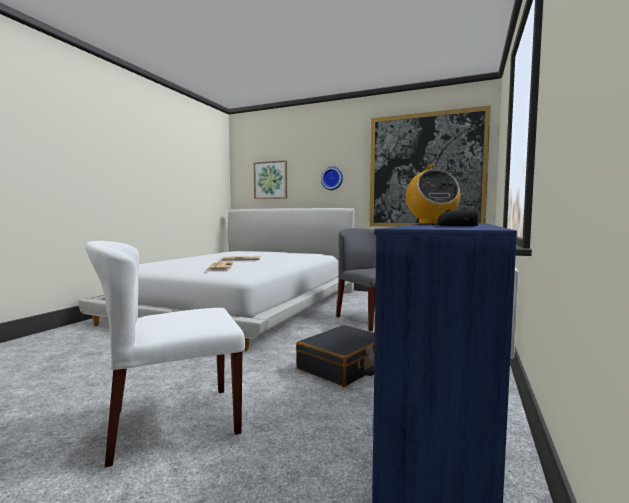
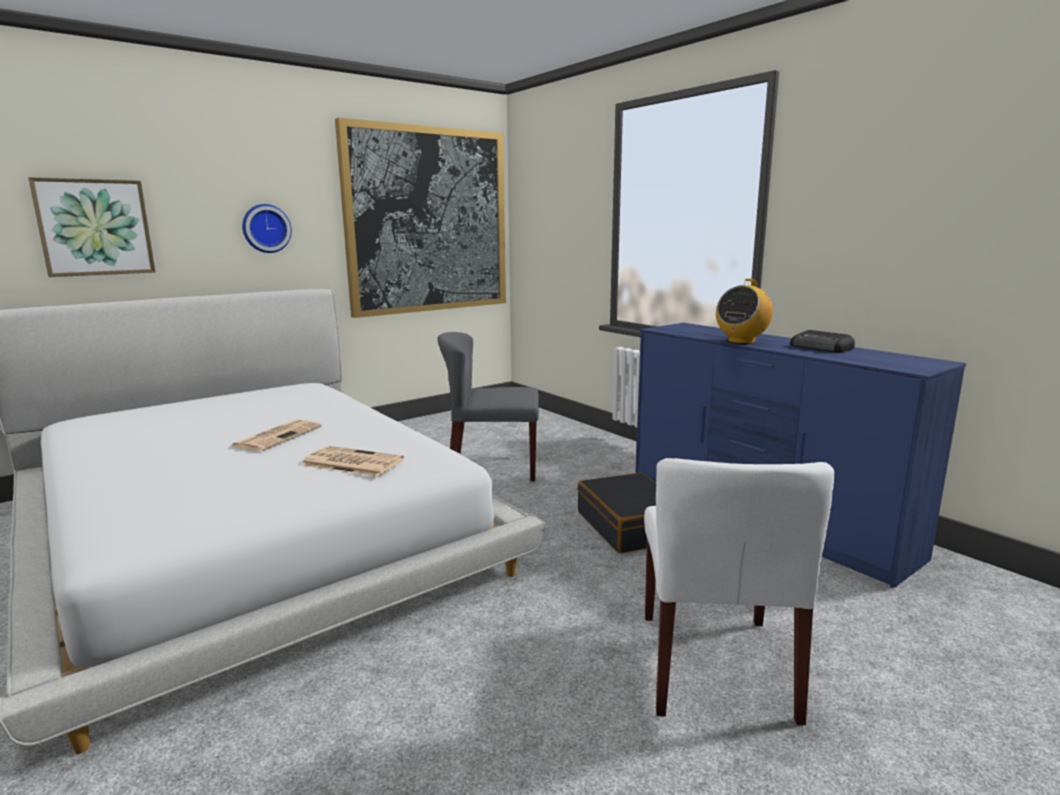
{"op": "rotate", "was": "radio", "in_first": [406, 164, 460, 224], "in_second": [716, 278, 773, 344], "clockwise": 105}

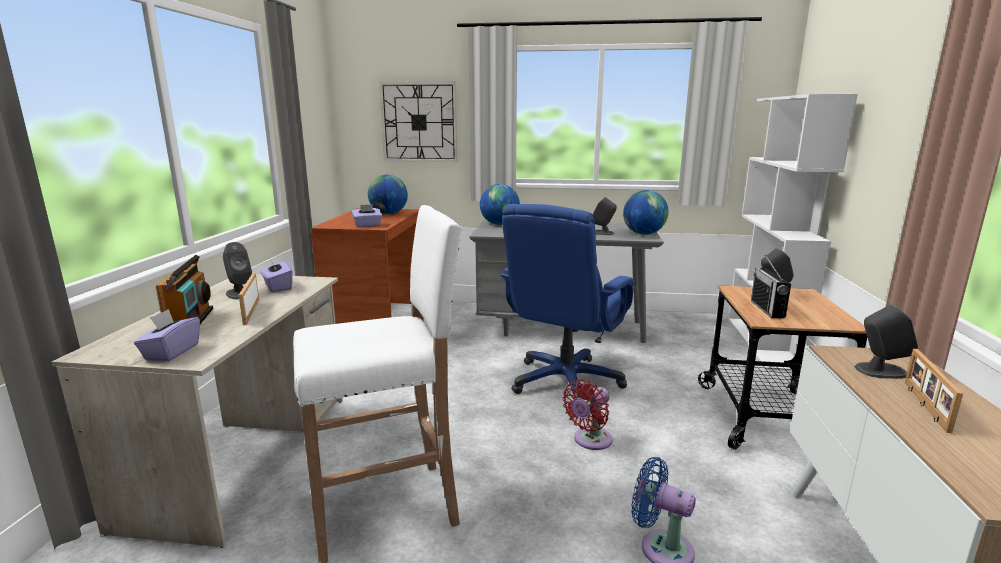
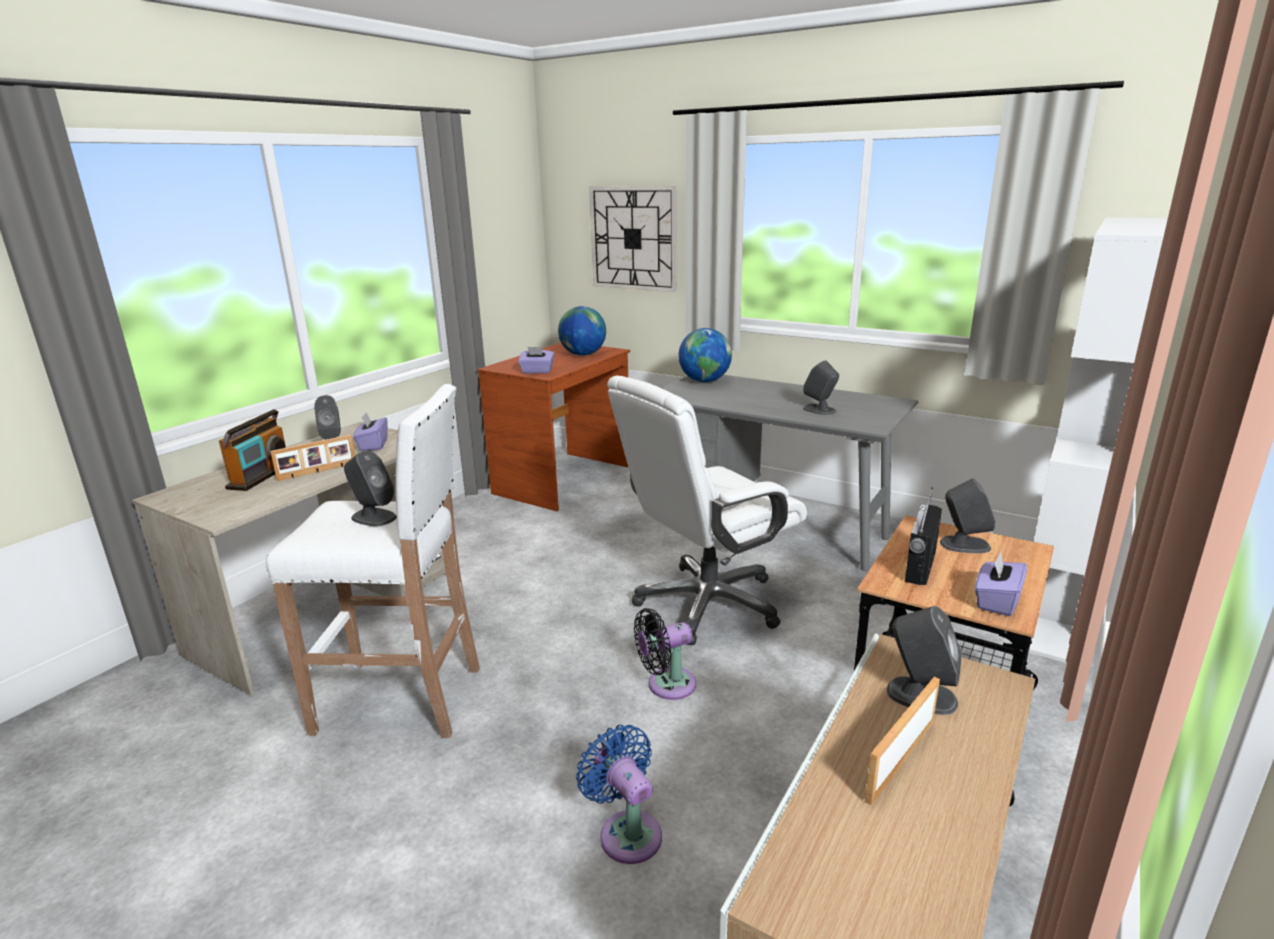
{"op": "move", "was": "pudełko chusteczek [fioletowy]", "in_first": [134, 309, 200, 362], "in_second": [975, 552, 1027, 616]}
{"op": "rotate", "was": "ramka na zdjęcie", "in_first": [239, 273, 259, 325], "in_second": [270, 435, 355, 481], "clockwise": -135}
{"op": "recolor", "was": "krzesło biurowe [niebieski]", "now": "krzesło biurowe [biały]", "in_first": [501, 204, 634, 397], "in_second": [607, 375, 807, 645]}
{"op": "recolor", "was": "wentylator [czerwony]", "now": "wentylator [czarny]", "in_first": [562, 379, 613, 450], "in_second": [634, 608, 696, 700]}
{"op": "delete", "was": "globus", "in_first": [623, 190, 669, 235]}
{"op": "insert", "now": "głośnik [szary]", "in_second": [344, 450, 397, 526]}

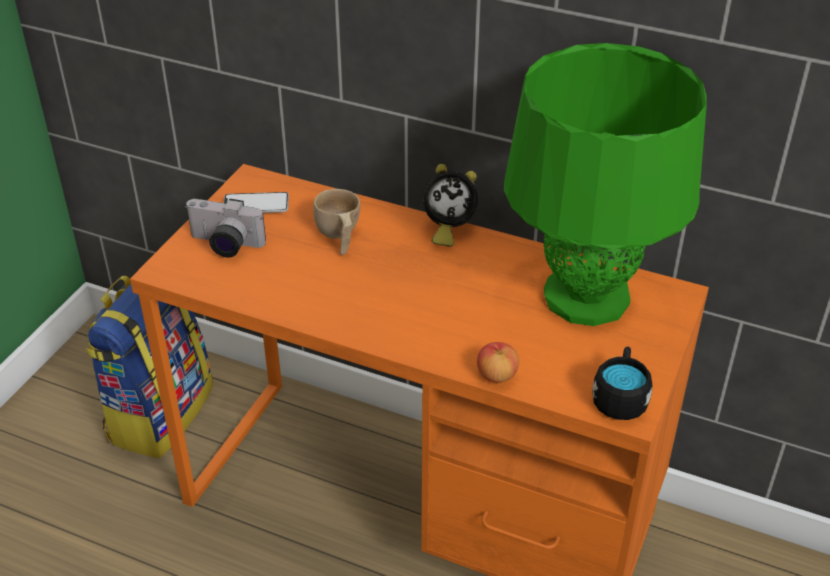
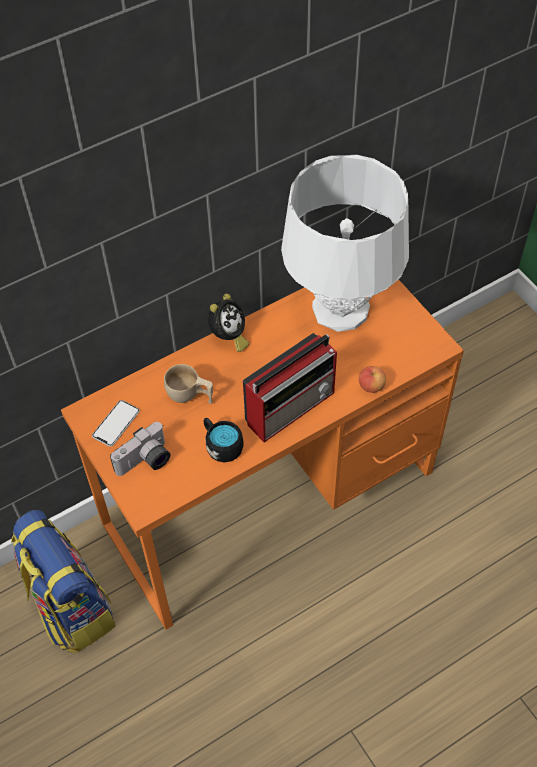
{"op": "recolor", "was": "lampa stołowa [zielony]", "now": "lampa stołowa [biały]", "in_first": [504, 43, 706, 326], "in_second": [281, 155, 409, 332]}
{"op": "move", "was": "kubek [czarny]", "in_first": [592, 347, 652, 420], "in_second": [203, 418, 244, 462]}
{"op": "insert", "now": "radio", "in_second": [243, 333, 337, 443]}

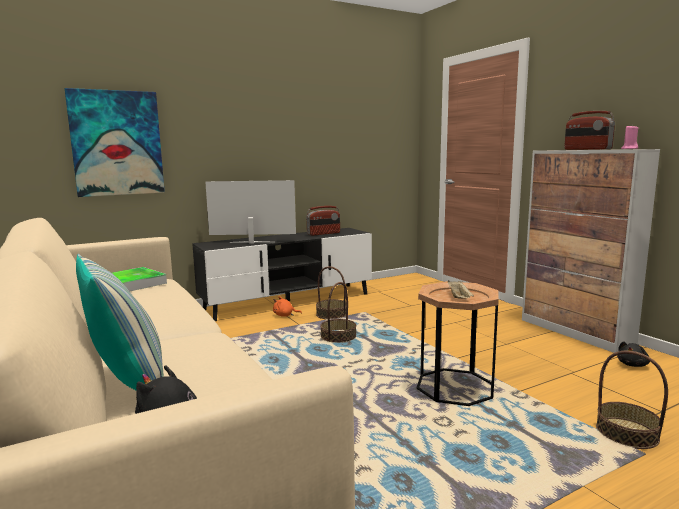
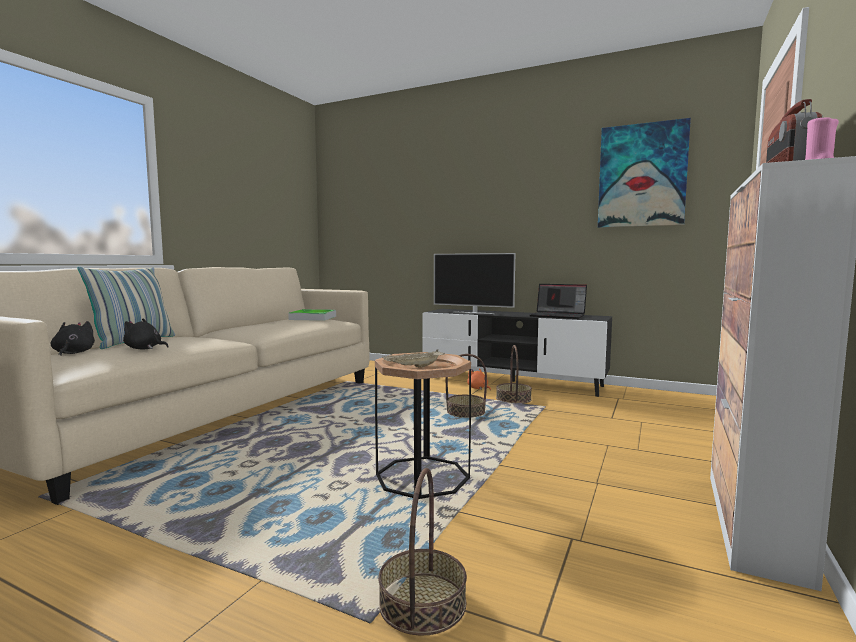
{"op": "move", "was": "obraz", "in_first": [64, 88, 165, 197], "in_second": [598, 118, 691, 228]}
{"op": "rotate", "was": "telewizor", "in_first": [205, 180, 296, 244], "in_second": [434, 253, 515, 314], "clockwise": 150}
{"op": "replace", "was": "radio", "now": "laptop", "in_first": [306, 206, 340, 236], "in_second": [530, 284, 587, 319]}
{"op": "move", "was": "pluszak [czarny]", "in_first": [617, 341, 650, 367], "in_second": [123, 318, 169, 349]}

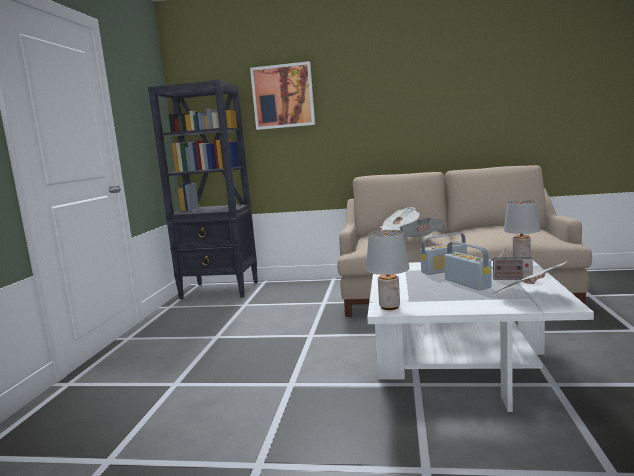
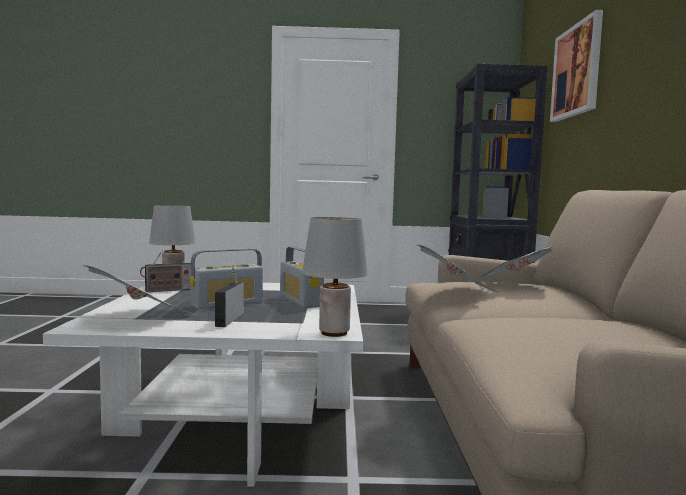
{"op": "insert", "now": "radio", "in_second": [140, 250, 191, 292]}

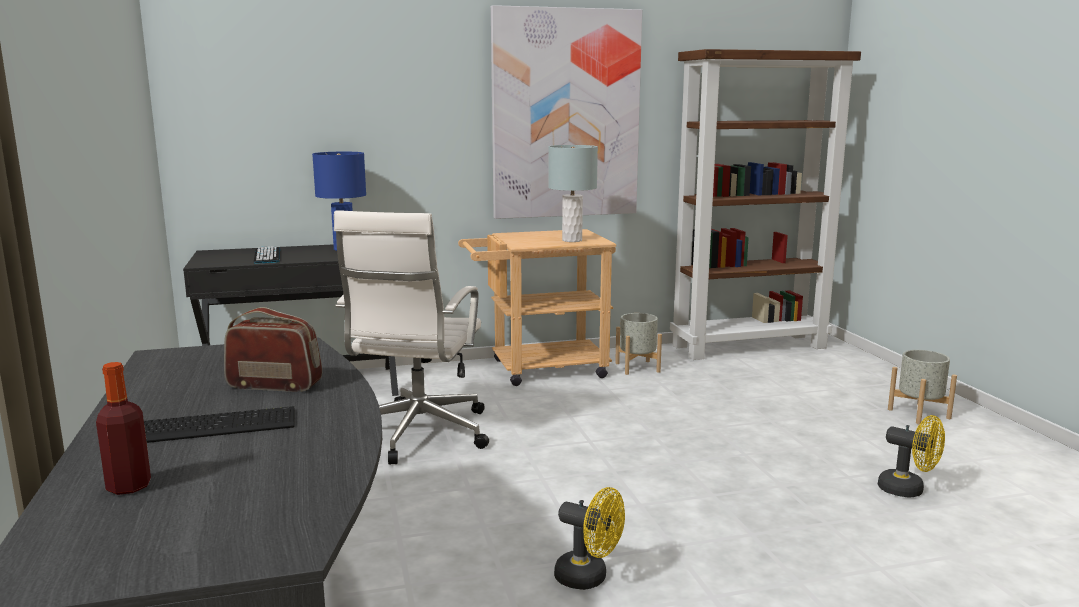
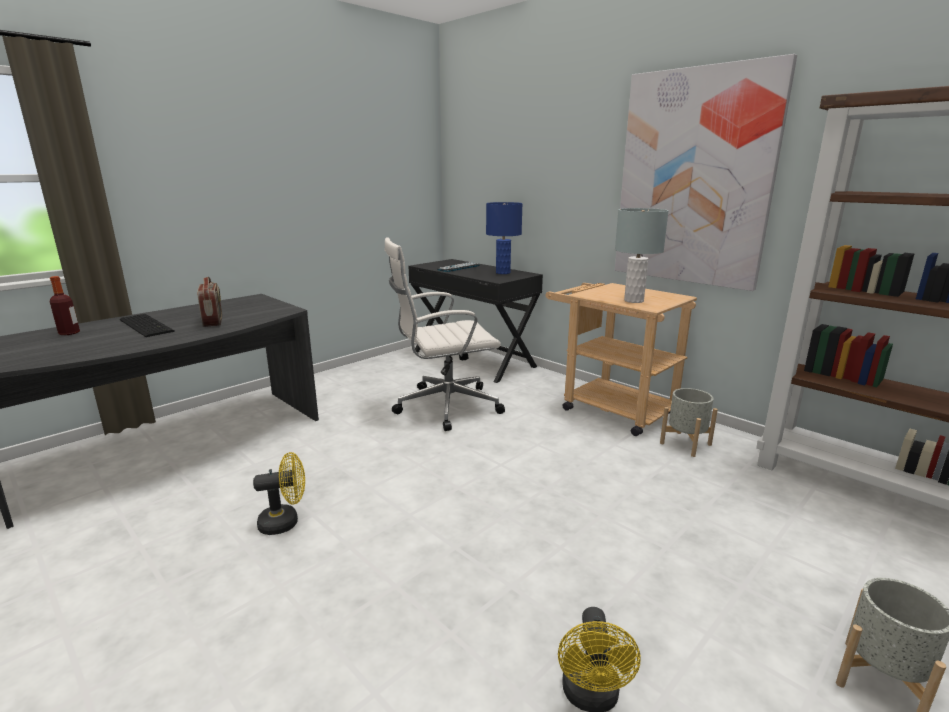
{"op": "rotate", "was": "wentylator [żółty]", "in_first": [554, 487, 625, 590], "in_second": [253, 452, 305, 535], "clockwise": -105}

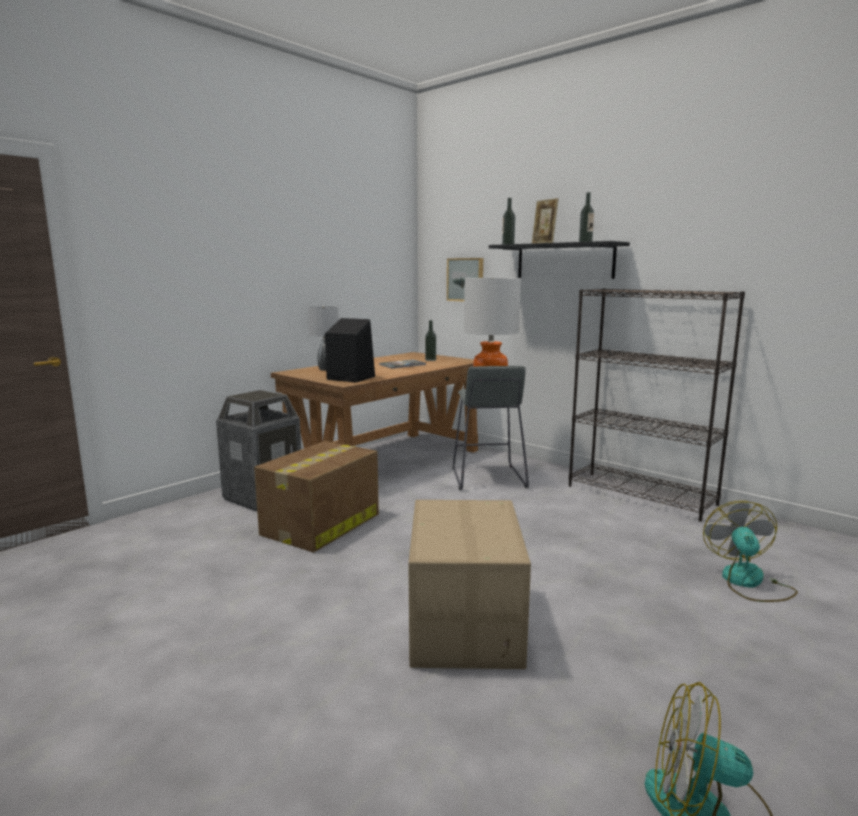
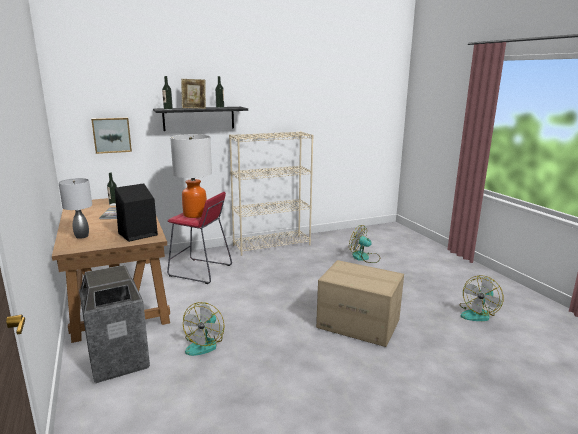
{"op": "replace", "was": "karton", "now": "wentylator", "in_first": [254, 441, 379, 552], "in_second": [183, 302, 224, 356]}
{"op": "recolor", "was": "stołek [szary]", "now": "stołek [czerwony]", "in_first": [452, 366, 529, 490], "in_second": [167, 192, 232, 284]}
{"op": "recolor", "was": "regał [czarny]", "now": "regał [beżowy]", "in_first": [569, 288, 745, 522], "in_second": [229, 131, 314, 256]}

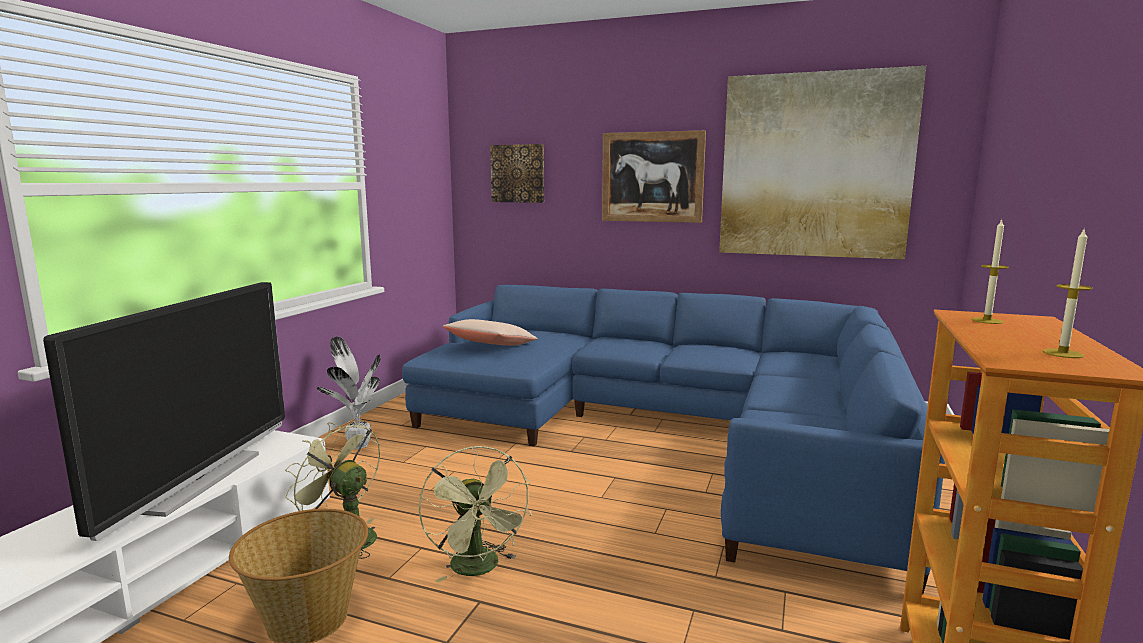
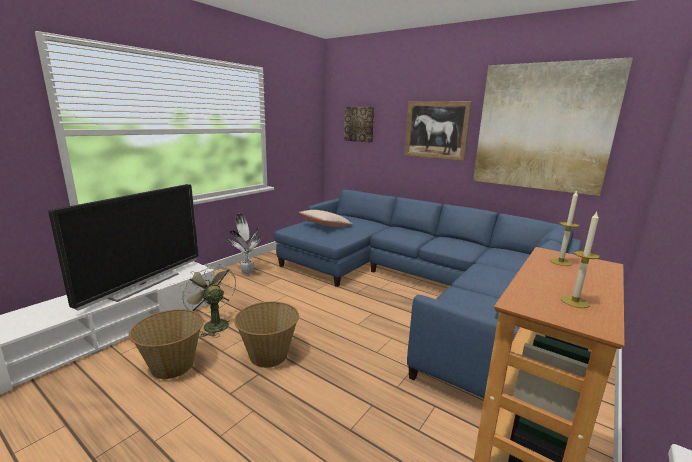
{"op": "replace", "was": "wentylator [zielony]", "now": "koszyk", "in_first": [419, 446, 532, 583], "in_second": [234, 302, 299, 368]}

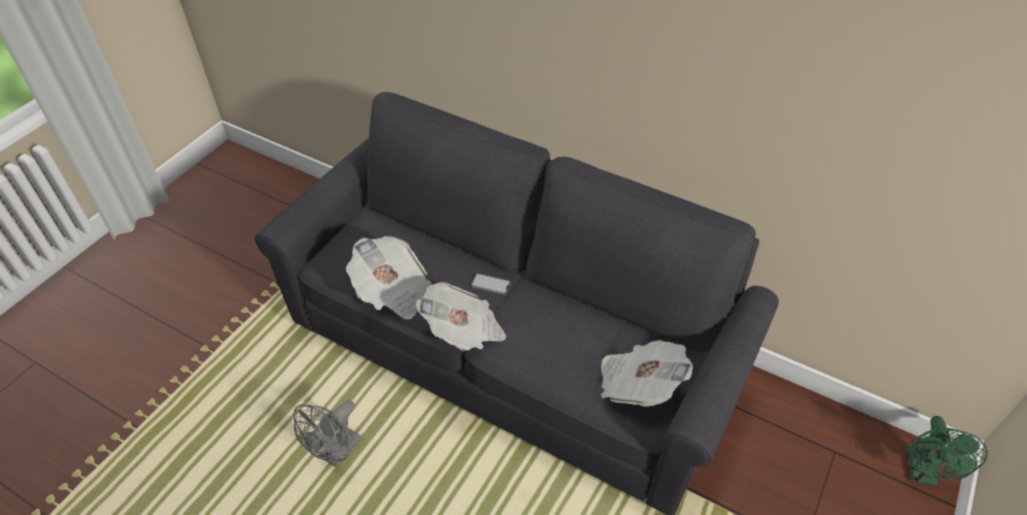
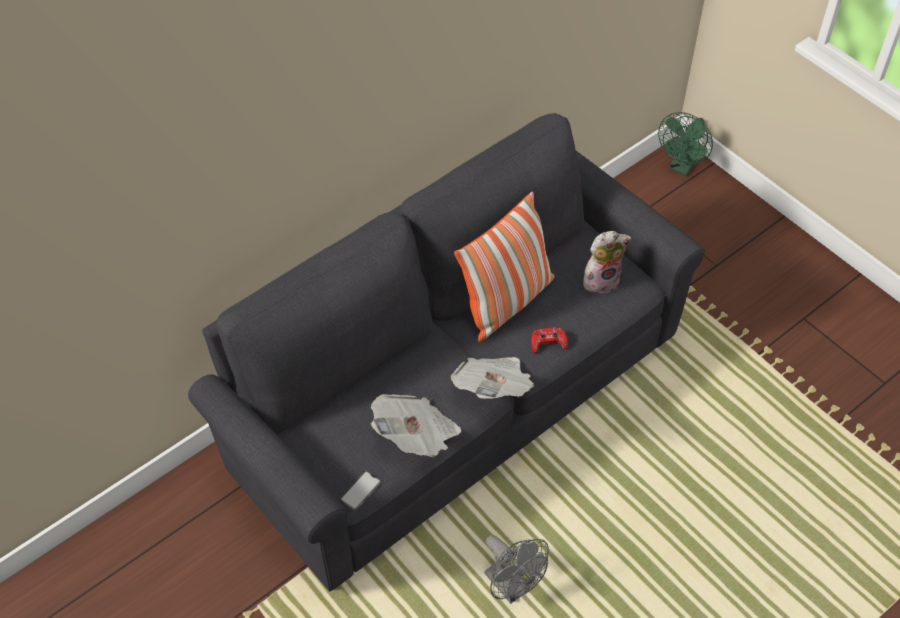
{"op": "move", "was": "telefon", "in_first": [471, 273, 511, 295], "in_second": [340, 471, 381, 510]}
{"op": "replace", "was": "gazeta", "now": "pluszak", "in_first": [601, 340, 693, 407], "in_second": [583, 231, 632, 294]}
{"op": "rotate", "was": "wentylator [zielony]", "in_first": [905, 416, 988, 486], "in_second": [658, 112, 713, 176], "clockwise": 90}
{"op": "insert", "now": "poduszka", "in_second": [454, 191, 554, 342]}
{"op": "insert", "now": "pad do gier [czerwony]", "in_second": [531, 327, 568, 353]}

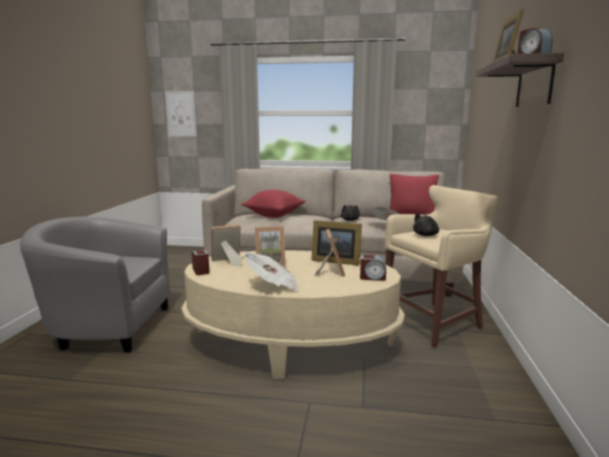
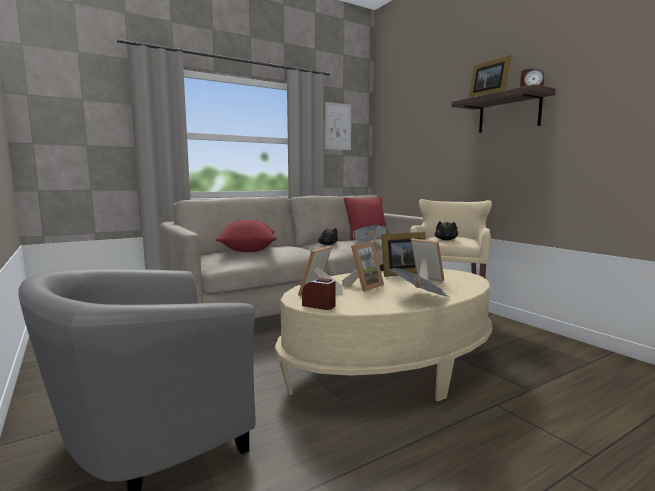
{"op": "move", "was": "obraz", "in_first": [165, 91, 197, 137], "in_second": [325, 102, 351, 150]}
{"op": "delete", "was": "budzik", "in_first": [360, 255, 386, 281]}

